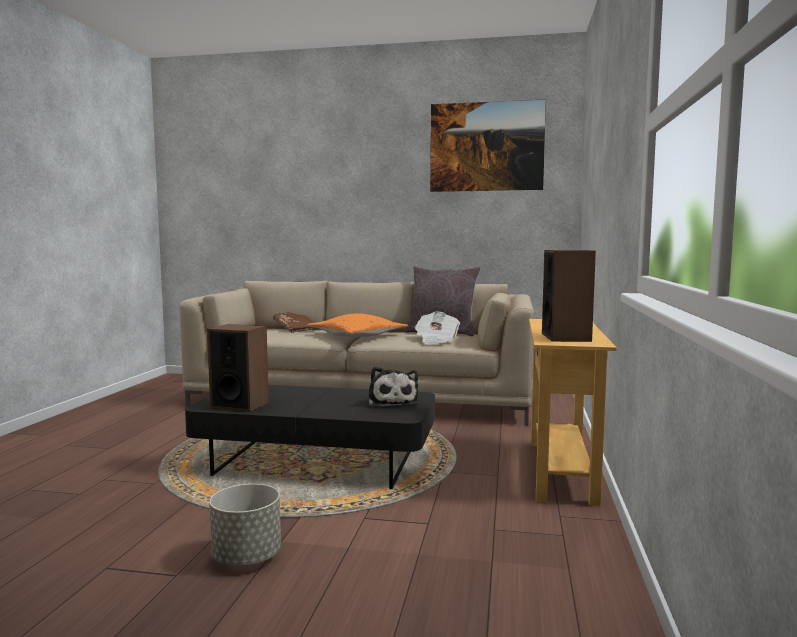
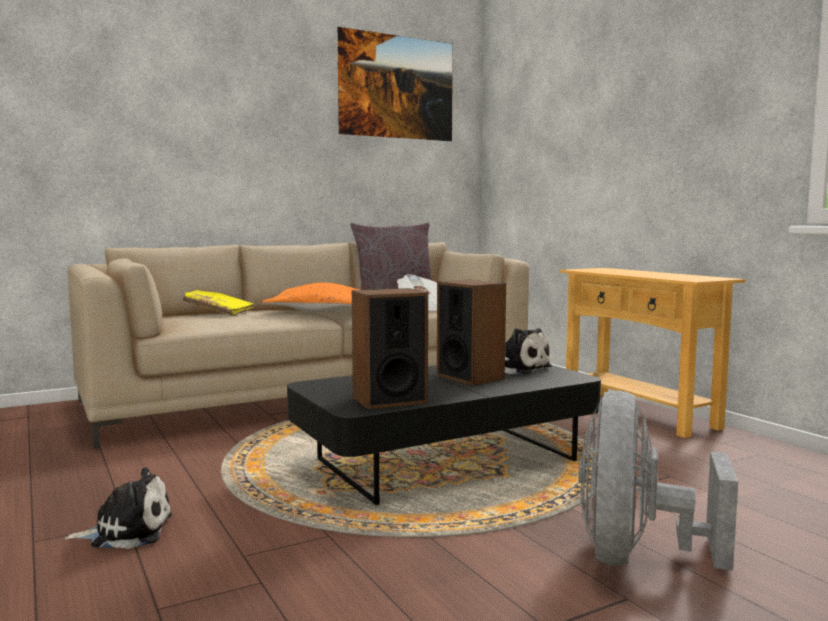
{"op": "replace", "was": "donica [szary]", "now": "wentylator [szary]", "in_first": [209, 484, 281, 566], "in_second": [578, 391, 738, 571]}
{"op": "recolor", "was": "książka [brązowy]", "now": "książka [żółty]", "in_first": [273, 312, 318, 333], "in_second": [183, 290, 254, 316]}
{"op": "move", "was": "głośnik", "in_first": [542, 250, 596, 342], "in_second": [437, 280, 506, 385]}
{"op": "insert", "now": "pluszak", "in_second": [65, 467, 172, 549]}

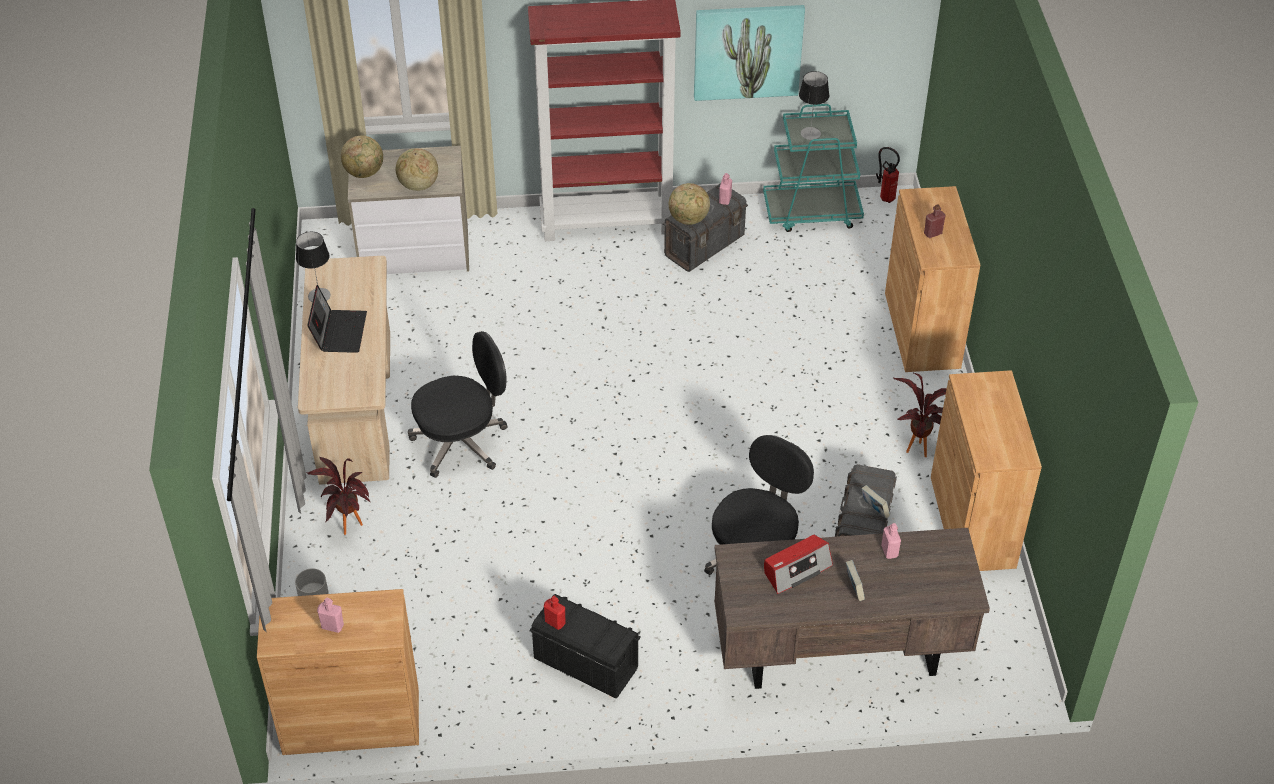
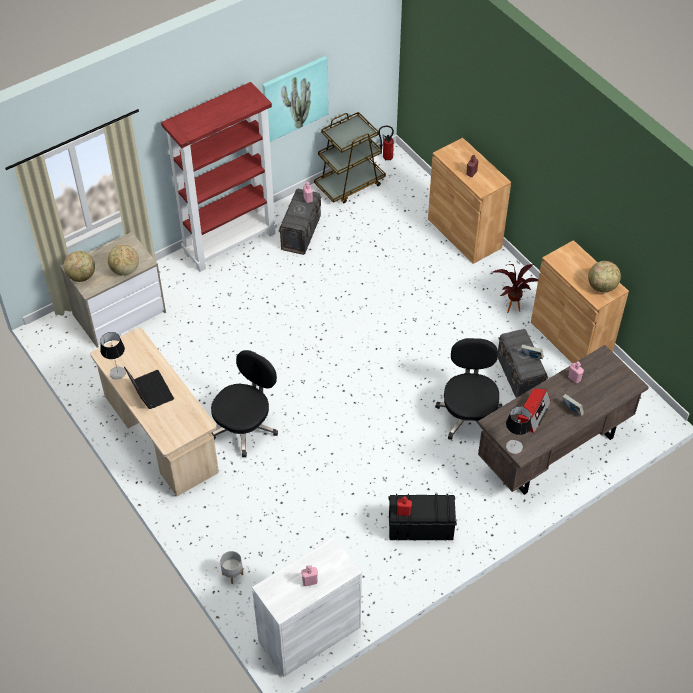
{"op": "recolor", "was": "szafka [brązowy]", "now": "szafka [biały]", "in_first": [257, 589, 419, 755], "in_second": [252, 537, 362, 677]}
{"op": "delete", "was": "roślina doniczkowa", "in_first": [307, 456, 371, 535]}
{"op": "move", "was": "globus", "in_first": [669, 183, 710, 225], "in_second": [588, 261, 621, 293]}
{"op": "recolor", "was": "wózek [turkusowy]", "now": "wózek [brązowy]", "in_first": [763, 104, 864, 232], "in_second": [314, 112, 386, 204]}
{"op": "move", "was": "lampa stołowa", "in_first": [799, 71, 829, 140], "in_second": [506, 406, 531, 454]}

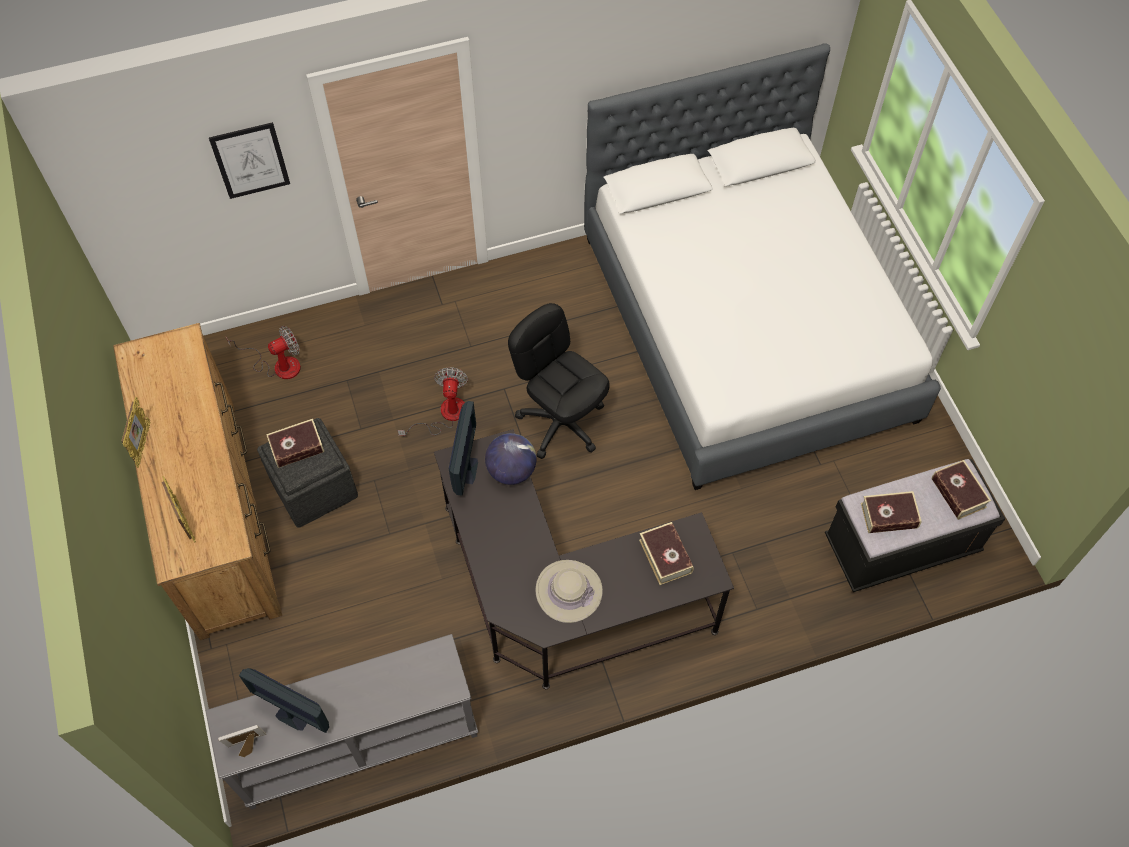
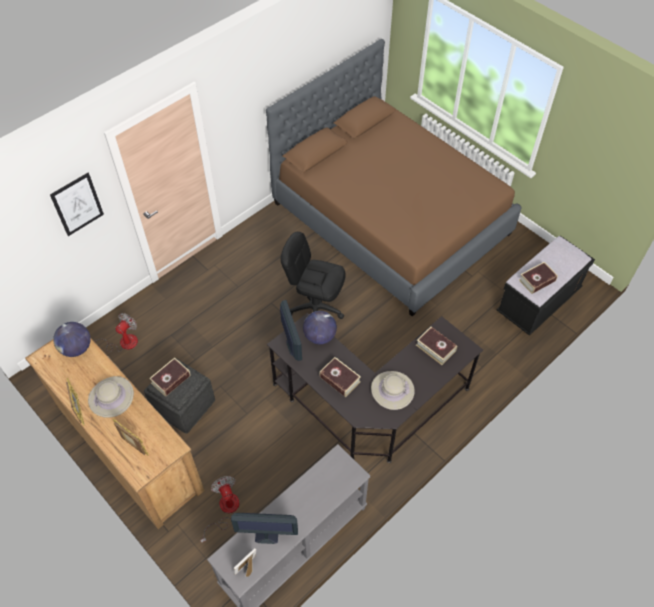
{"op": "move", "was": "wentylator", "in_first": [397, 367, 468, 437], "in_second": [200, 476, 240, 543]}
{"op": "recolor", "was": "łóżko [biały]", "now": "łóżko [brązowy]", "in_first": [584, 43, 941, 490], "in_second": [266, 39, 522, 316]}
{"op": "move", "was": "książka", "in_first": [931, 460, 991, 520], "in_second": [319, 357, 361, 397]}
{"op": "insert", "now": "globus", "in_second": [53, 322, 91, 357]}
{"op": "insert", "now": "kapelusz [beżowy]", "in_second": [88, 376, 134, 418]}

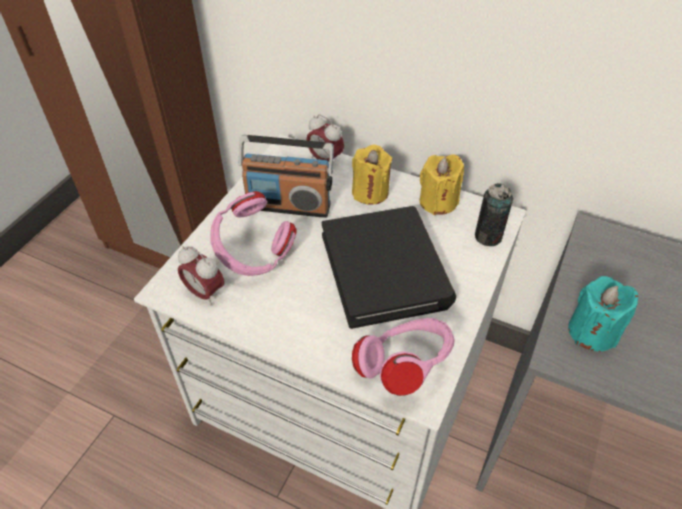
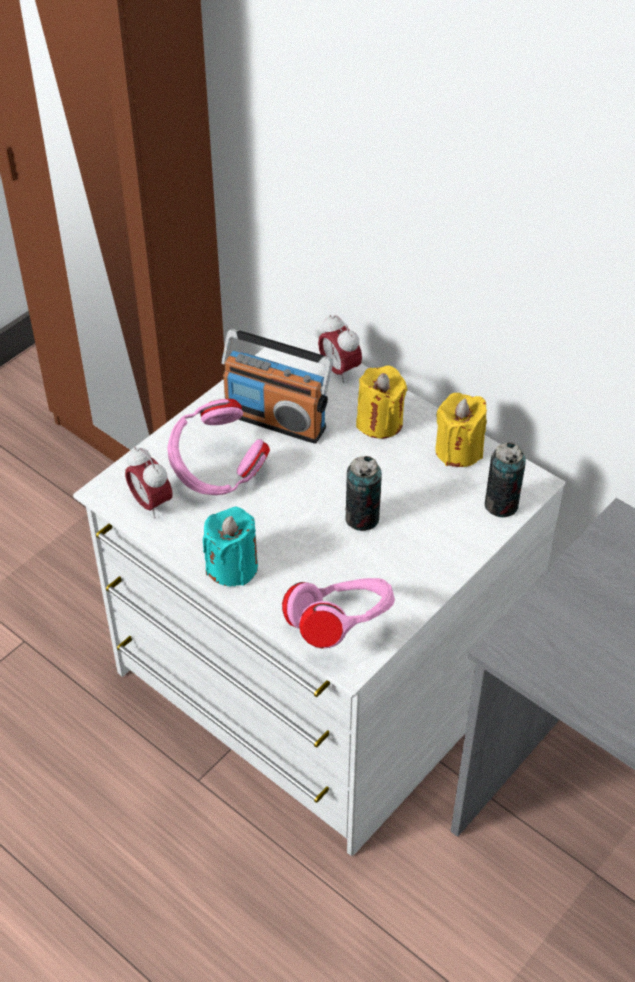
{"op": "replace", "was": "książka [czarny]", "now": "puszka", "in_first": [322, 206, 456, 329], "in_second": [345, 456, 382, 531]}
{"op": "move", "was": "świeca [turkusowy]", "in_first": [568, 276, 638, 352], "in_second": [203, 506, 258, 587]}

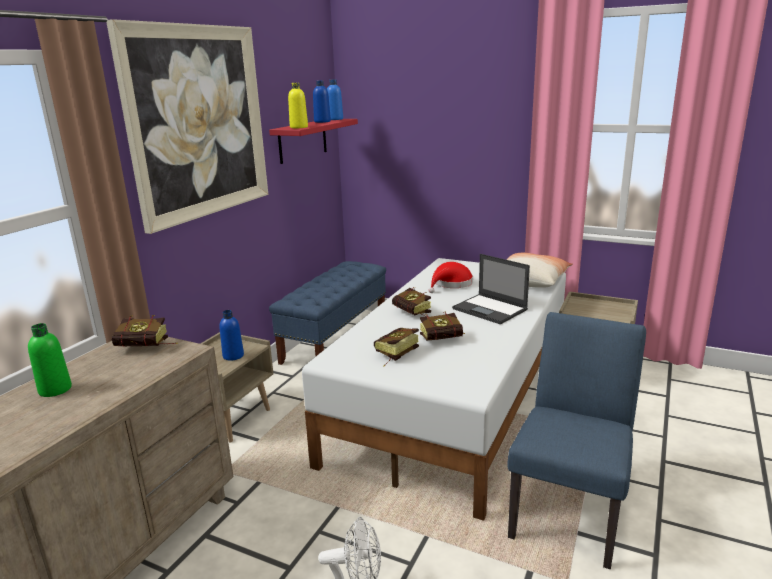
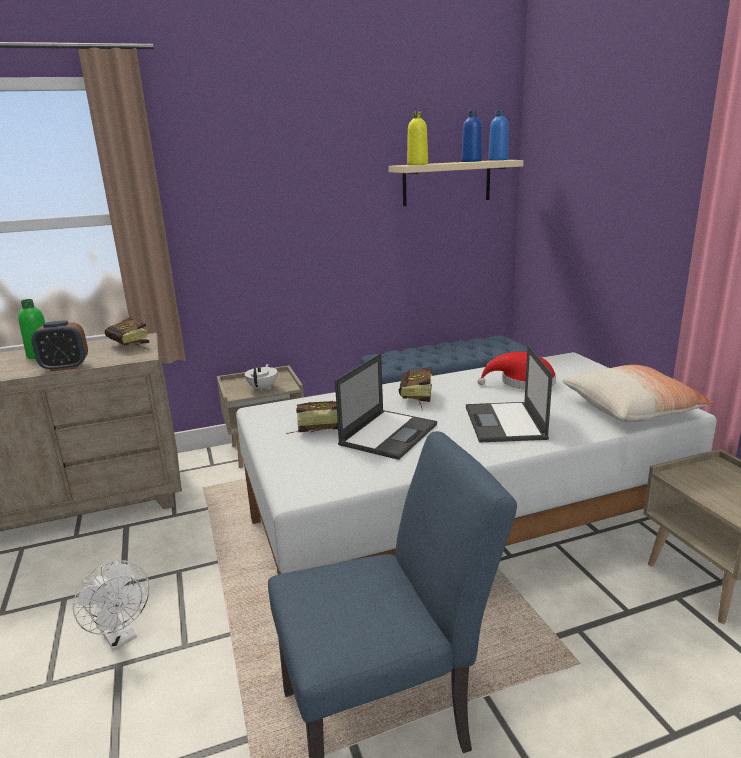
{"op": "delete", "was": "obraz", "in_first": [106, 19, 268, 234]}
{"op": "replace", "was": "butelka [niebieski]", "now": "imbryk [biały]", "in_first": [219, 310, 244, 361], "in_second": [245, 364, 278, 391]}
{"op": "recolor", "was": "półka [czerwony]", "now": "półka [beżowy]", "in_first": [269, 119, 358, 164], "in_second": [388, 160, 524, 206]}
{"op": "replace", "was": "książka", "now": "laptop", "in_first": [420, 312, 465, 340], "in_second": [335, 353, 437, 460]}
{"op": "insert", "now": "budzik", "in_second": [31, 321, 88, 372]}

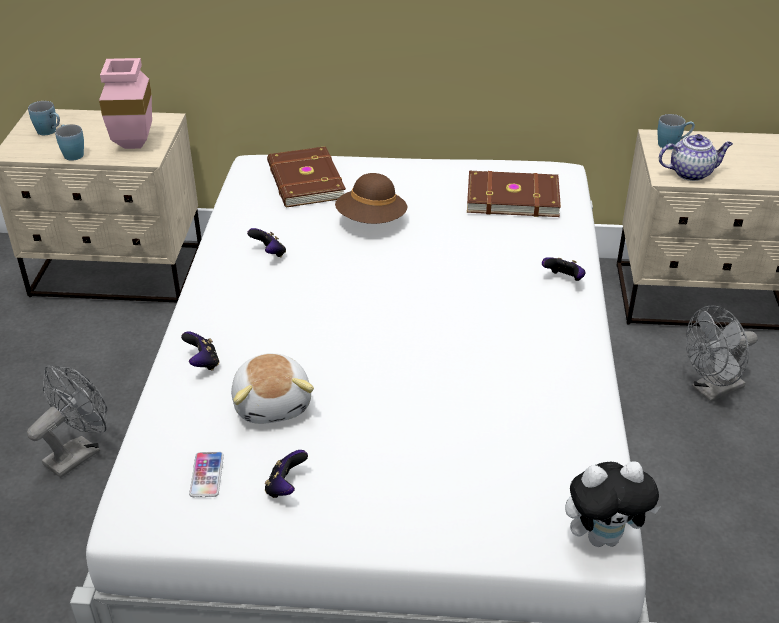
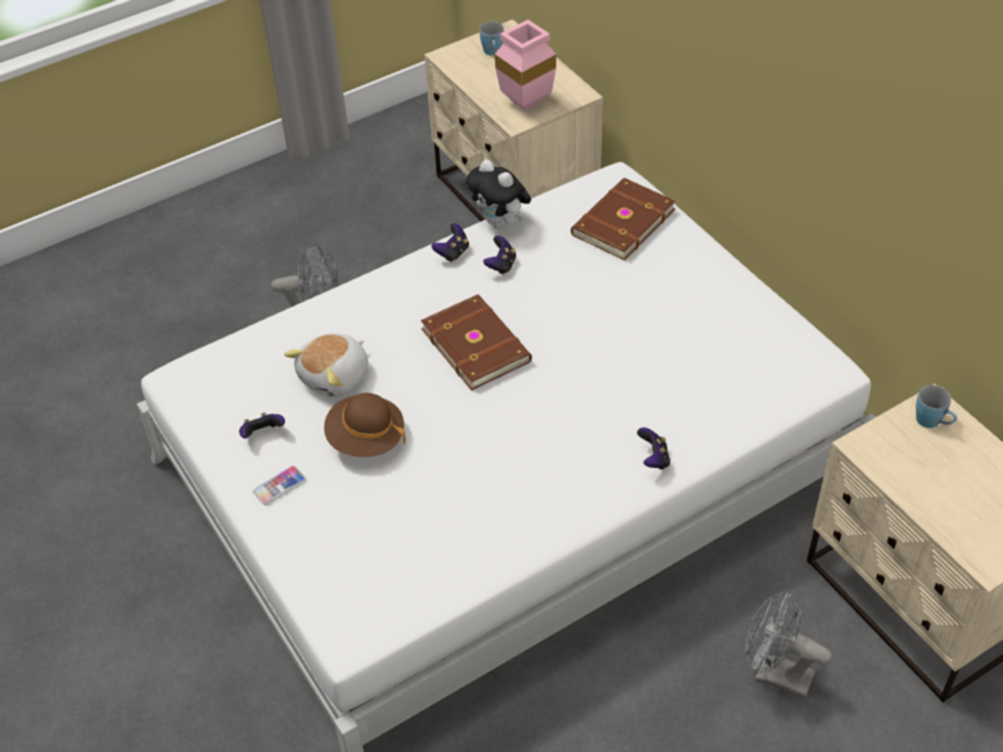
{"op": "delete", "was": "kubek [niebieski]", "in_first": [55, 124, 84, 161]}
{"op": "move", "was": "pad do gier", "in_first": [181, 331, 219, 371], "in_second": [431, 223, 469, 262]}
{"op": "move", "was": "telefon", "in_first": [189, 452, 224, 497], "in_second": [253, 466, 306, 505]}
{"op": "move", "was": "kapelusz [brązowy]", "in_first": [335, 173, 407, 224], "in_second": [324, 393, 406, 457]}
{"op": "move", "was": "książka [brązowy]", "in_first": [467, 171, 561, 217], "in_second": [420, 294, 532, 391]}
{"op": "move", "was": "pluszak", "in_first": [565, 461, 661, 547], "in_second": [466, 159, 531, 229]}
{"op": "delete", "was": "imbryk", "in_first": [659, 134, 733, 181]}

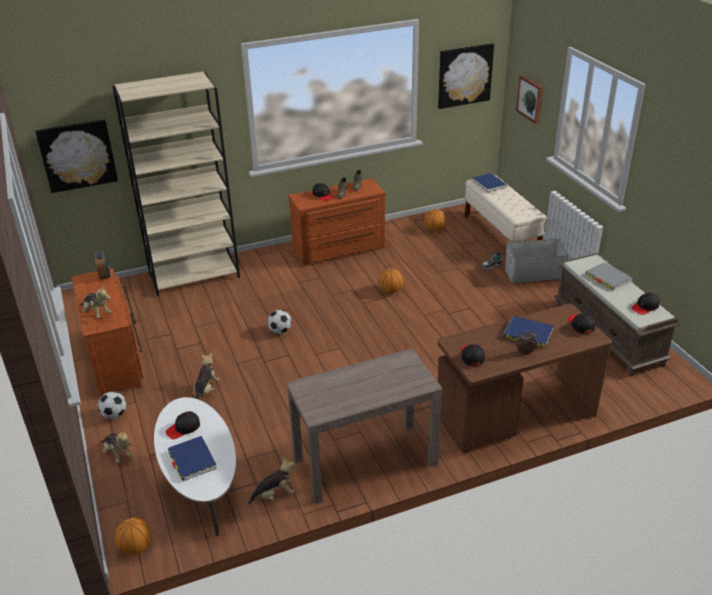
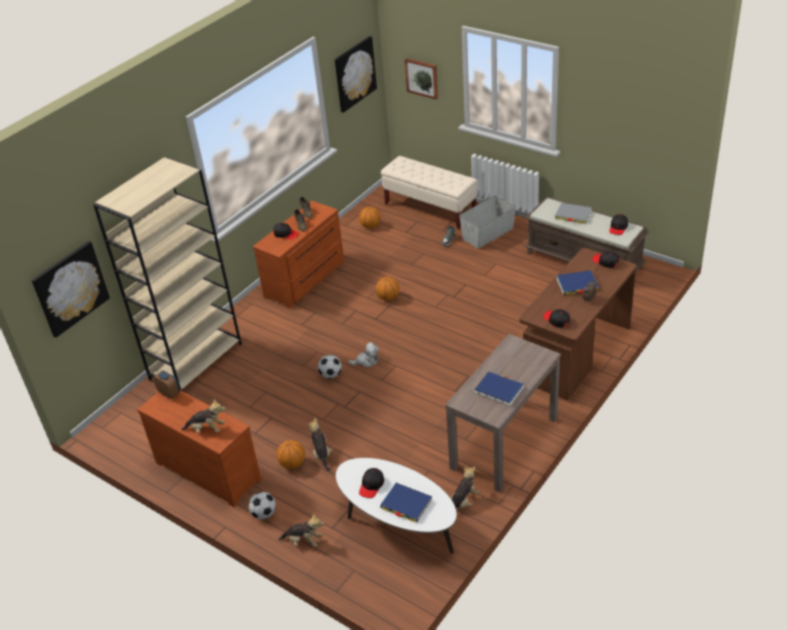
{"op": "move", "was": "piłka do koszykówki", "in_first": [115, 518, 152, 555], "in_second": [277, 440, 305, 469]}
{"op": "move", "was": "książka [niebieski]", "in_first": [472, 173, 507, 193], "in_second": [474, 371, 524, 406]}
{"op": "insert", "now": "pluszak", "in_second": [348, 342, 379, 368]}

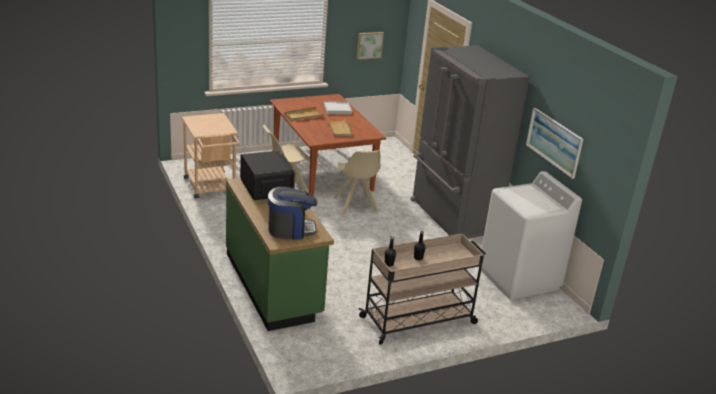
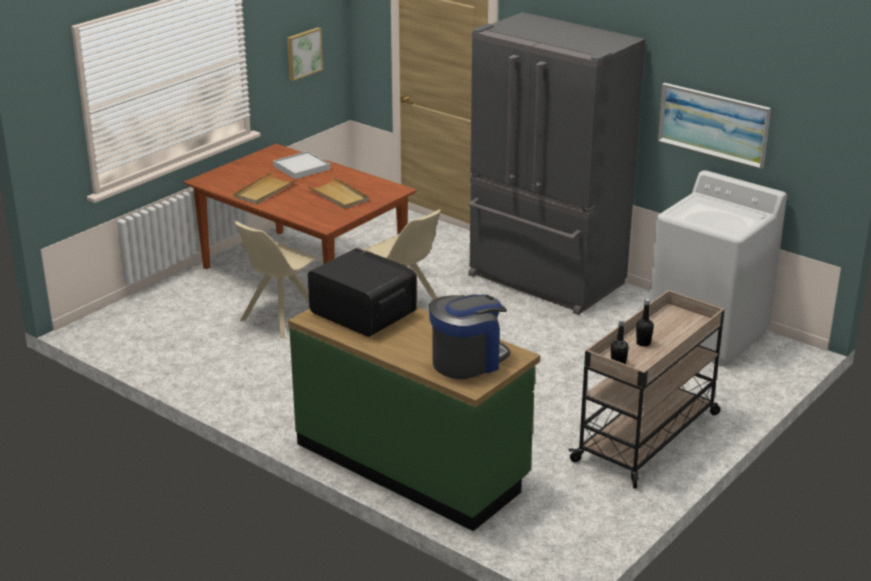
{"op": "delete", "was": "wózek [beżowy]", "in_first": [182, 113, 240, 199]}

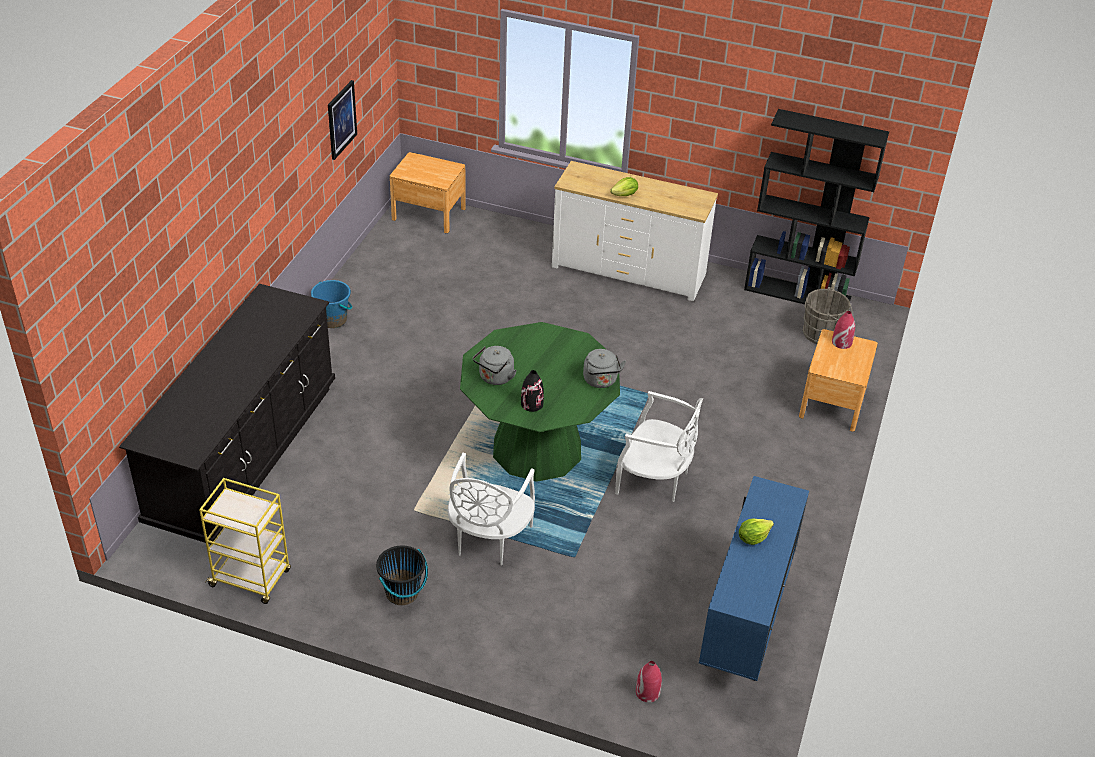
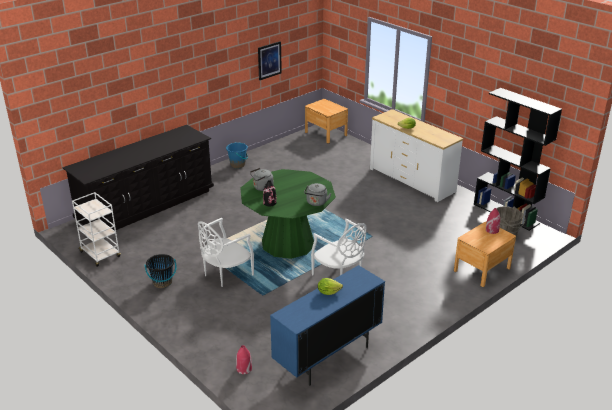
{"op": "recolor", "was": "wózek [żółty]", "now": "wózek [biały]", "in_first": [199, 478, 291, 604], "in_second": [72, 192, 121, 267]}

